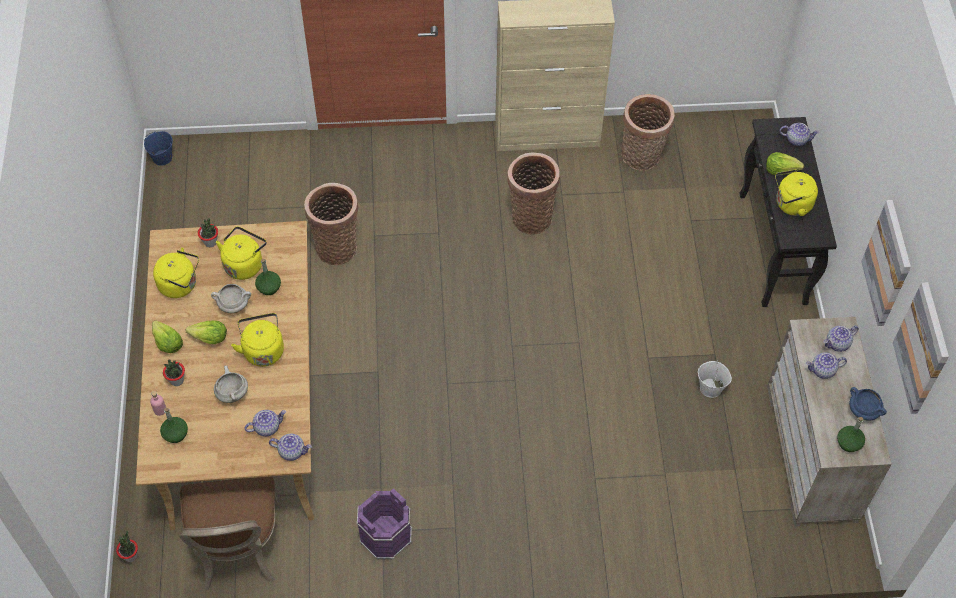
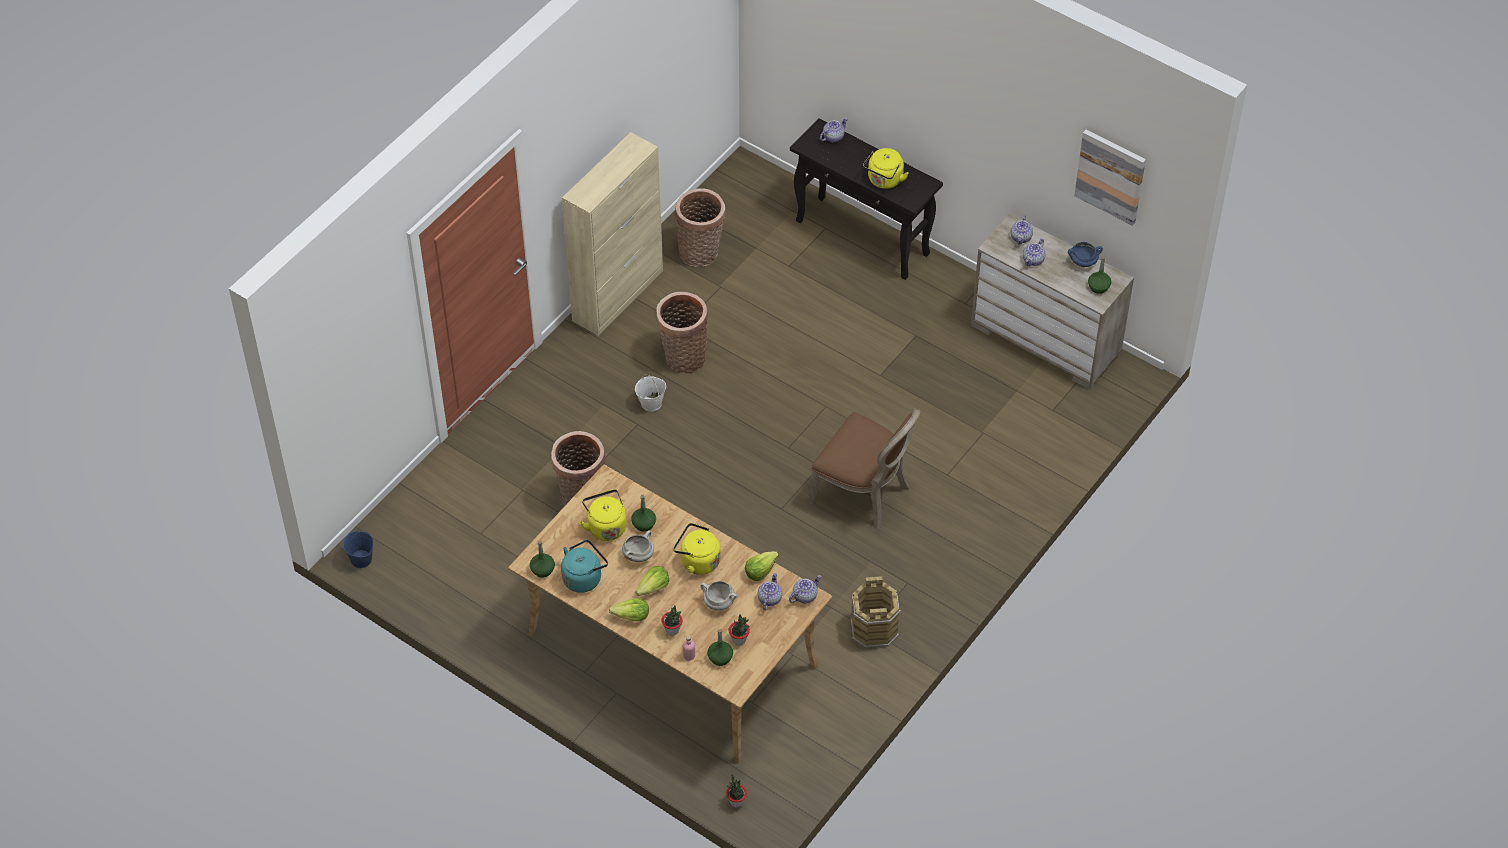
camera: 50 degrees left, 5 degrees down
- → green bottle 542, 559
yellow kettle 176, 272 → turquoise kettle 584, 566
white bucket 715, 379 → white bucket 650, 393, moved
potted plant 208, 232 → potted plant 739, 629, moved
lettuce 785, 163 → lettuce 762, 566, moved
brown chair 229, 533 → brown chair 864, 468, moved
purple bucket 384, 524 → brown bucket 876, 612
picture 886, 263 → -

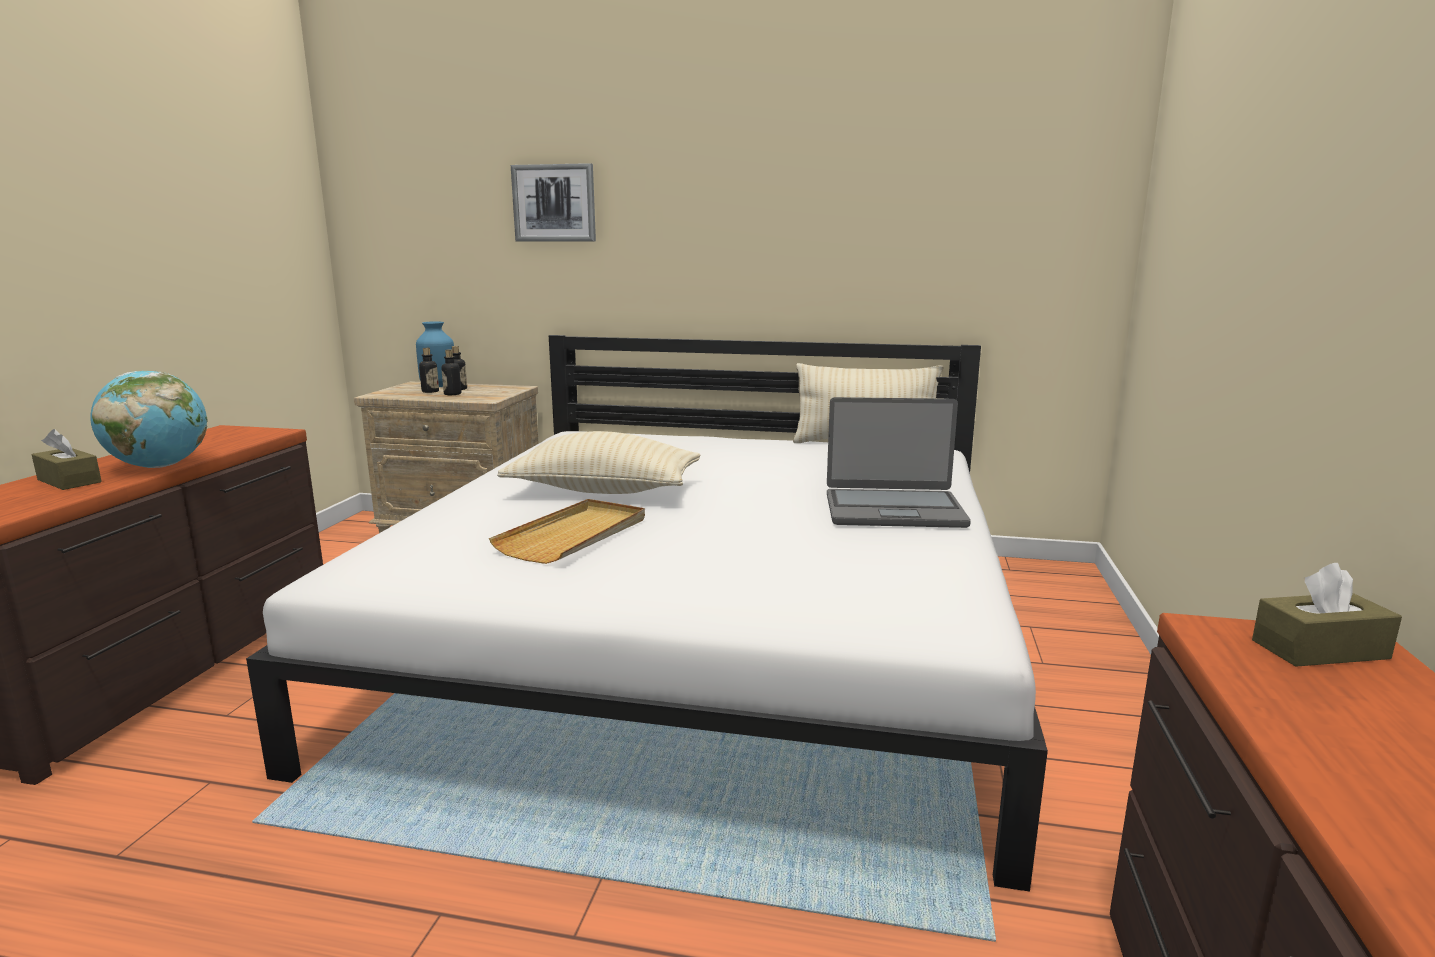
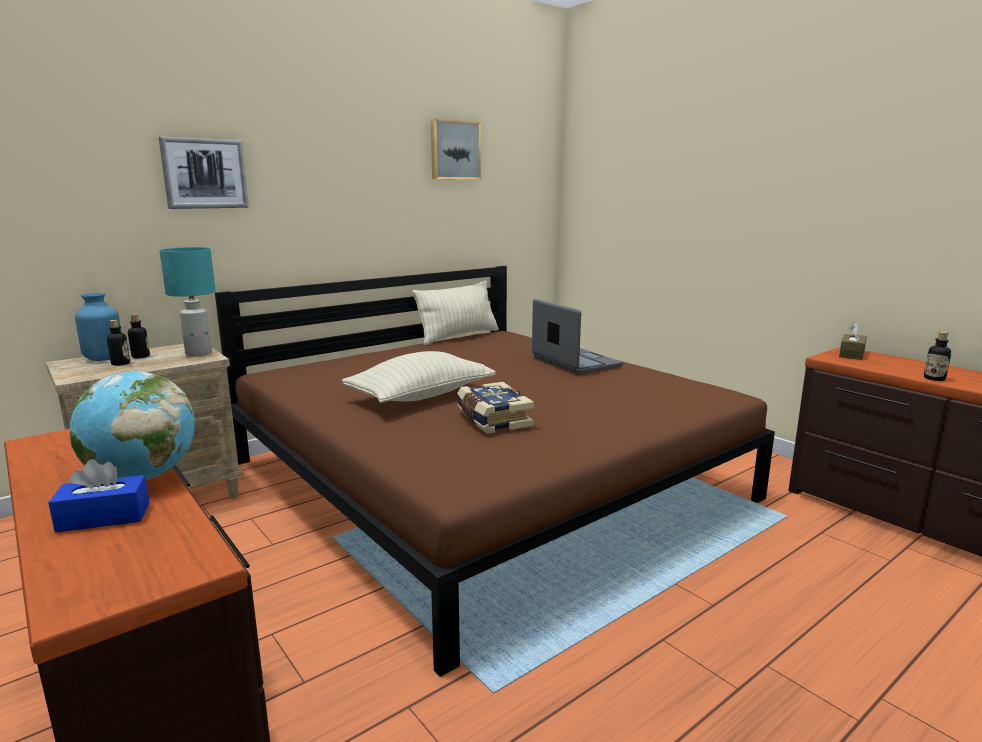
camera: 50 degrees left, 0 degrees up
brown tissue box 67, 459 → blue tissue box 99, 495
- → turquoise table lamp 187, 301
white bed 647, 613 → brown bed 495, 471
- → picture 456, 149
beige tray 567, 531 → book 495, 408
laptop 899, 462 → laptop 577, 336, 75 degrees counterclockwise
bottle 451, 372 → bottle 937, 356, moved

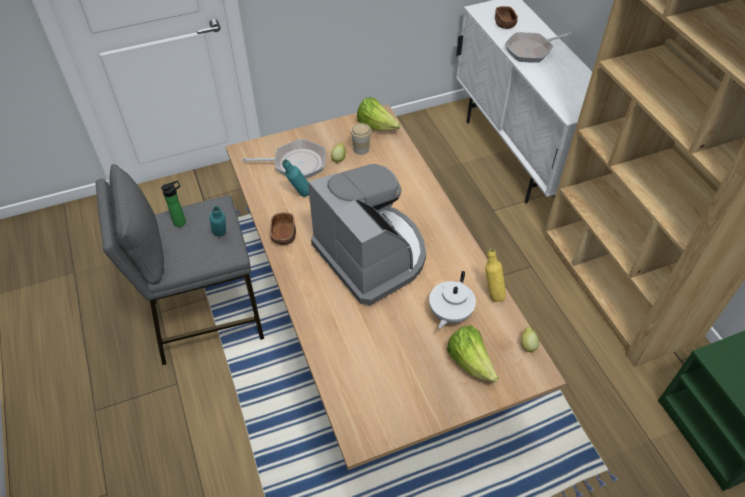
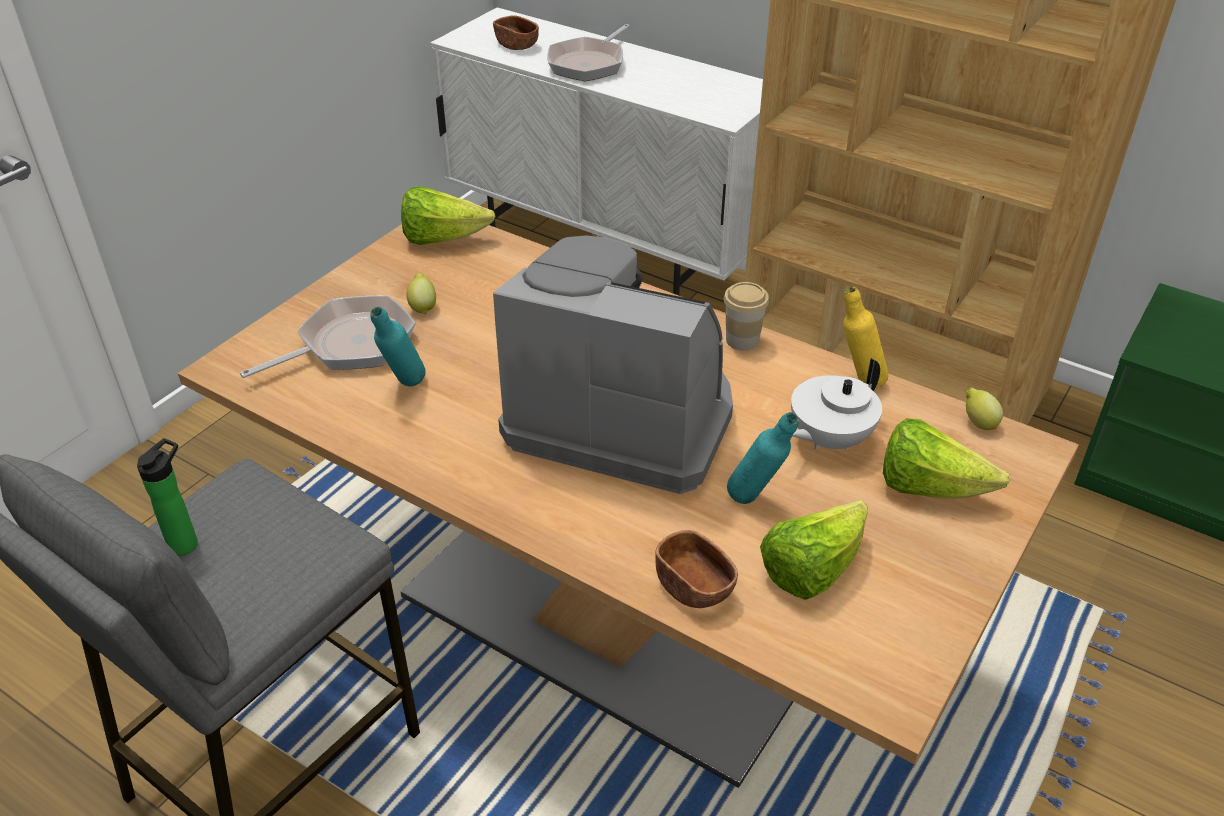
camera: 35 degrees left, 10 degrees down
brown bowl 283, 228 → brown bowl 696, 569, moved
cup 361, 139 → cup 746, 316, moved
turquoise bottle 217, 221 → turquoise bottle 763, 458, moved
- → lettuce 814, 550
white teapot 452, 299 → white teapot 836, 404, 60 degrees clockwise

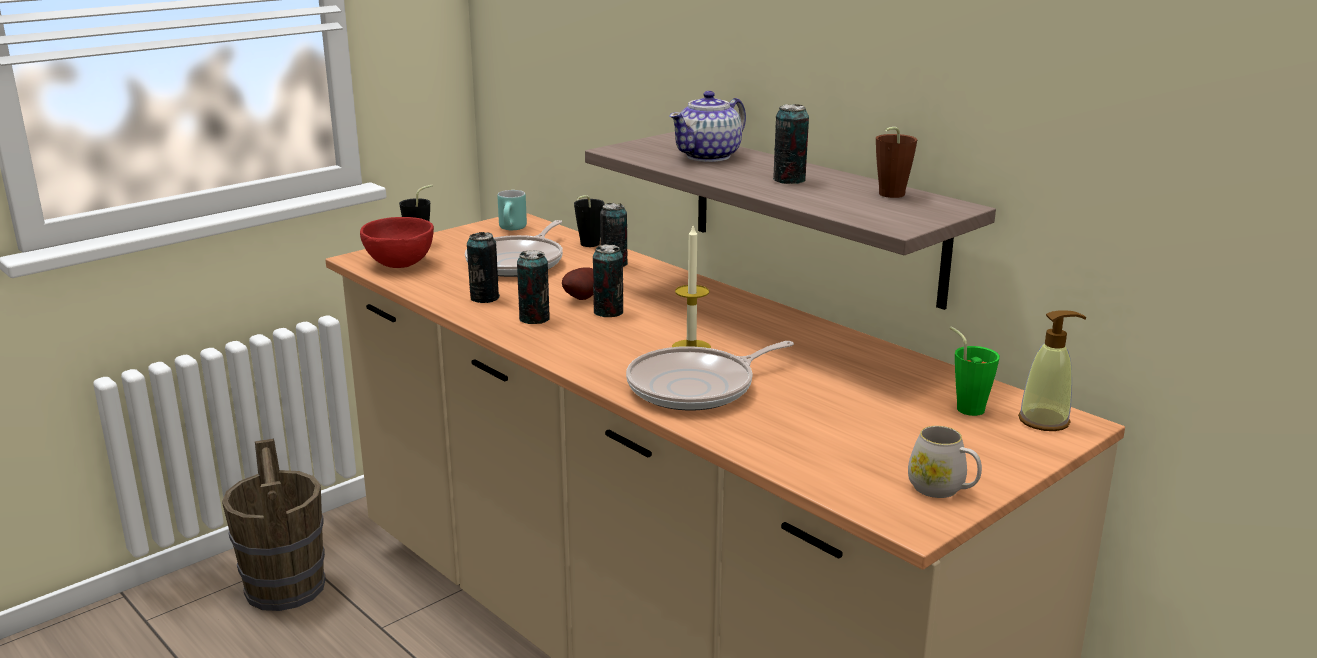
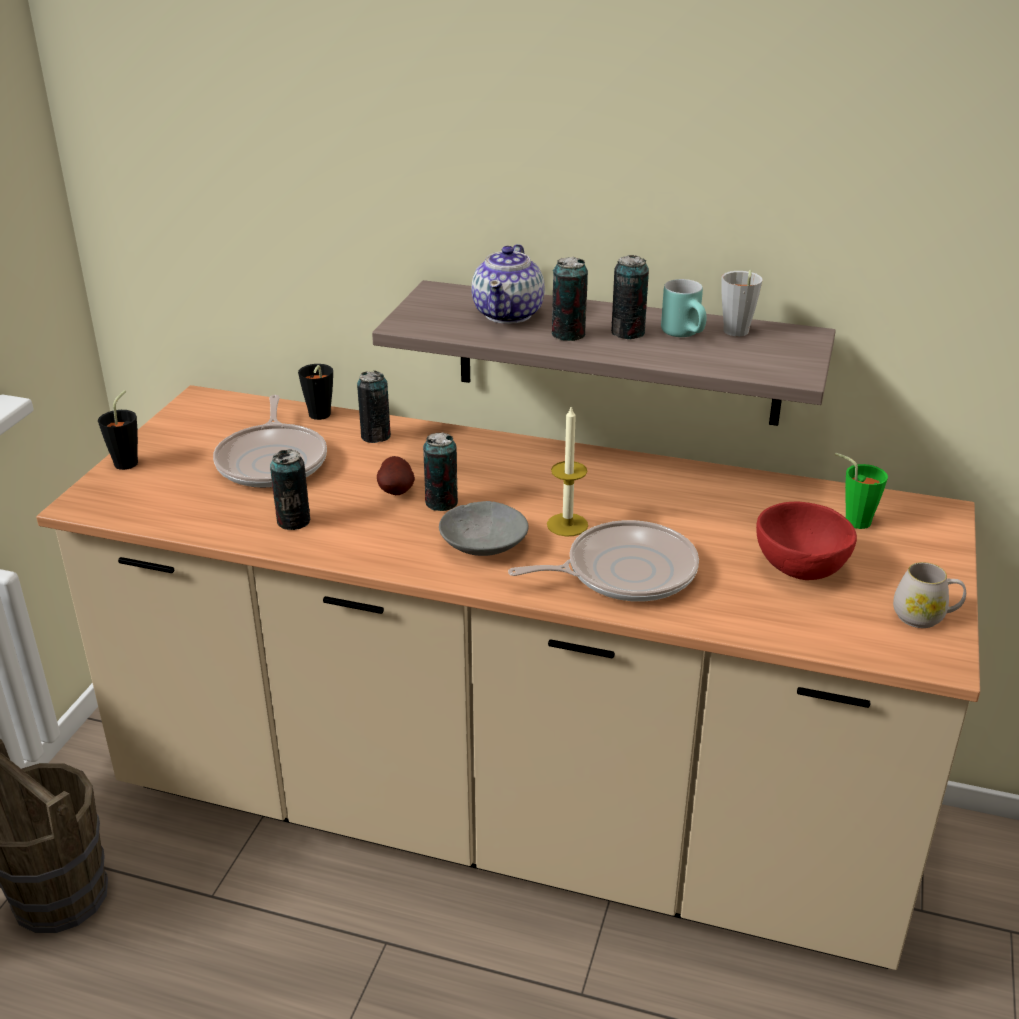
camera: 30 degrees left, 10 degrees up
- → grey bowl 484, 528
frying pan 710, 376 → frying pan 603, 561, 135 degrees counterclockwise
can 533, 287 → can 570, 299, moved
turquoise mug 512, 210 → turquoise mug 684, 308, moved
brown cup 896, 162 → grey cup 742, 303
red bowl 397, 242 → red bowl 806, 541, moved
soap dispenser 1052, 370 → -

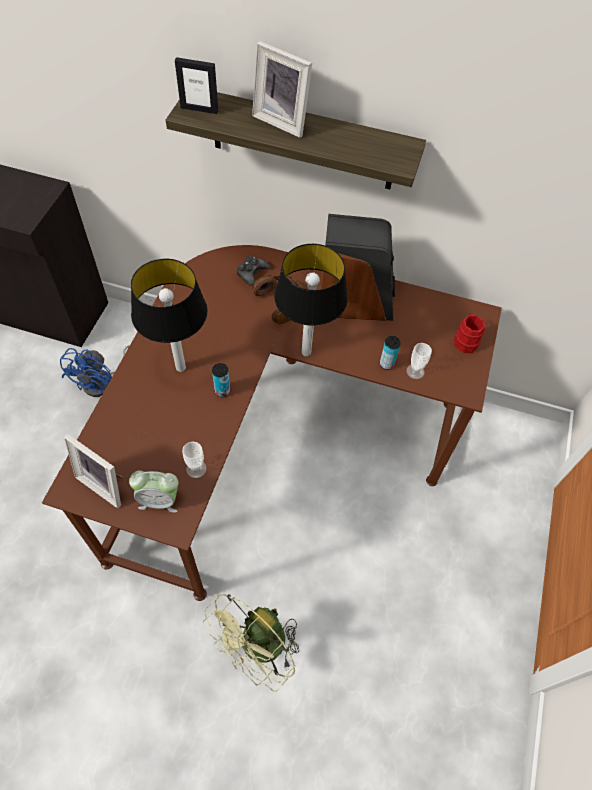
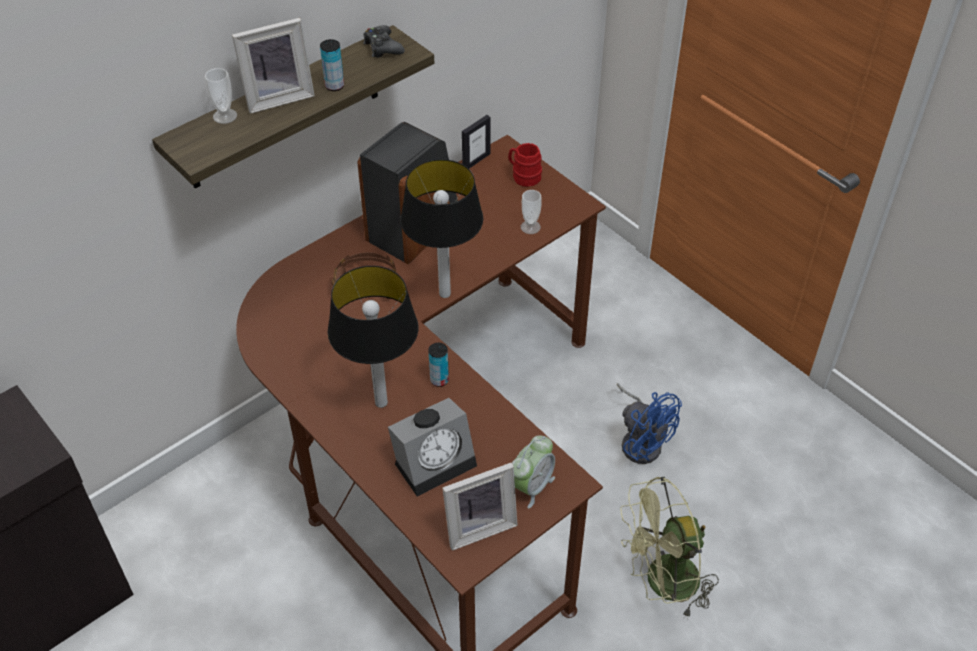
camera: 55 degrees left, 10 degrees down
cup 194, 460 → cup 221, 96, moved
can 390, 353 → can 332, 65, moved
black game controller 253, 271 → black game controller 384, 41, moved
- → alarm clock 432, 447
picture frame 196, 85 → picture frame 476, 142, moved
blue fan 95, 371 → blue fan 649, 423, moved
green fan 251, 643 → green fan 669, 548, 90 degrees clockwise

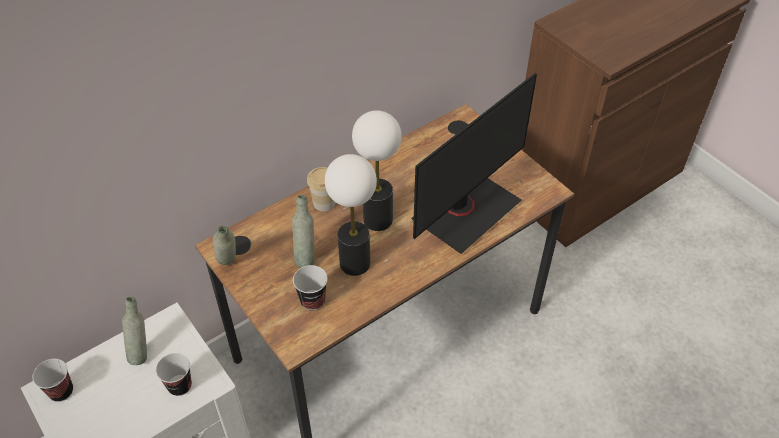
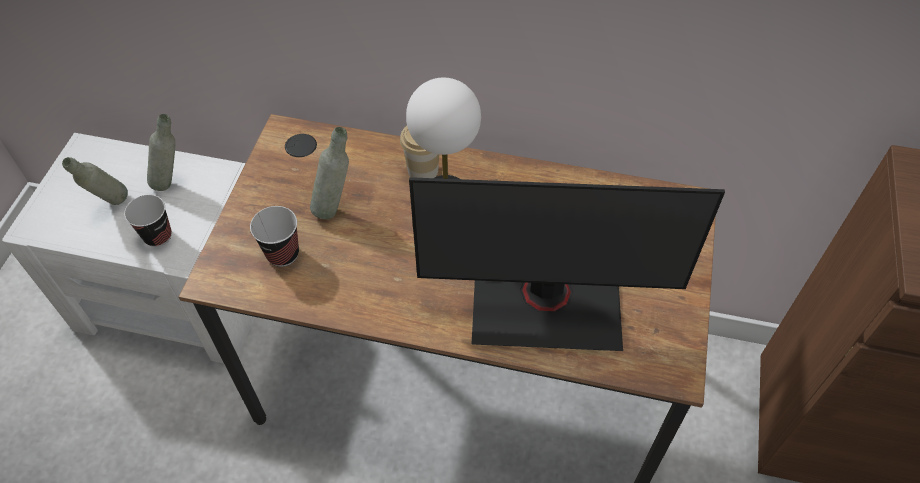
camera: 50 degrees right, 5 degrees up
grey bottle 224, 245 → grey bottle 95, 181, moved
cup 52, 380 → -
table lamp 351, 215 → -

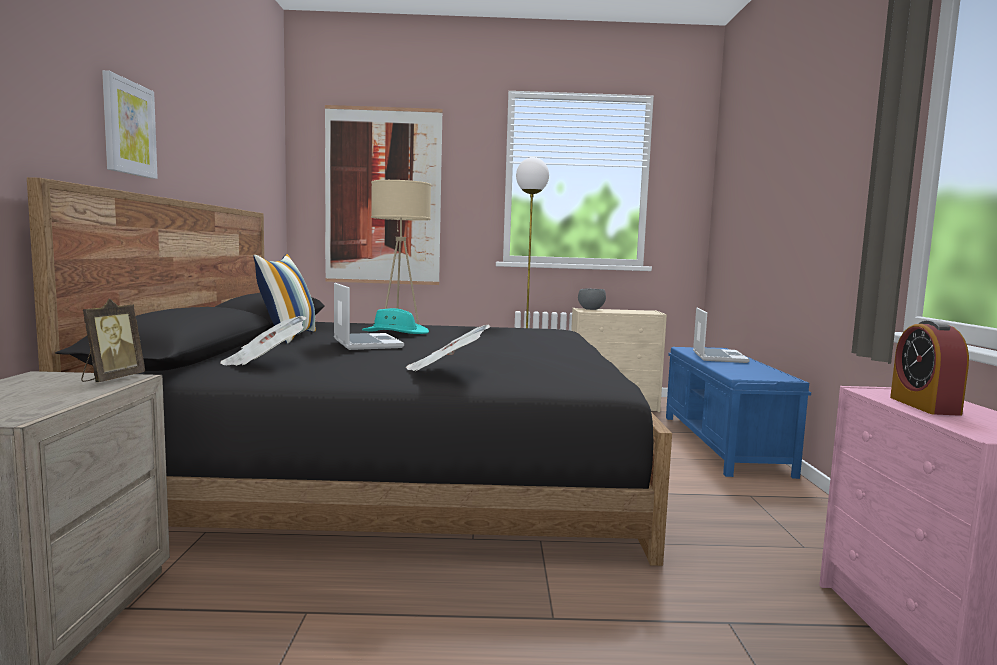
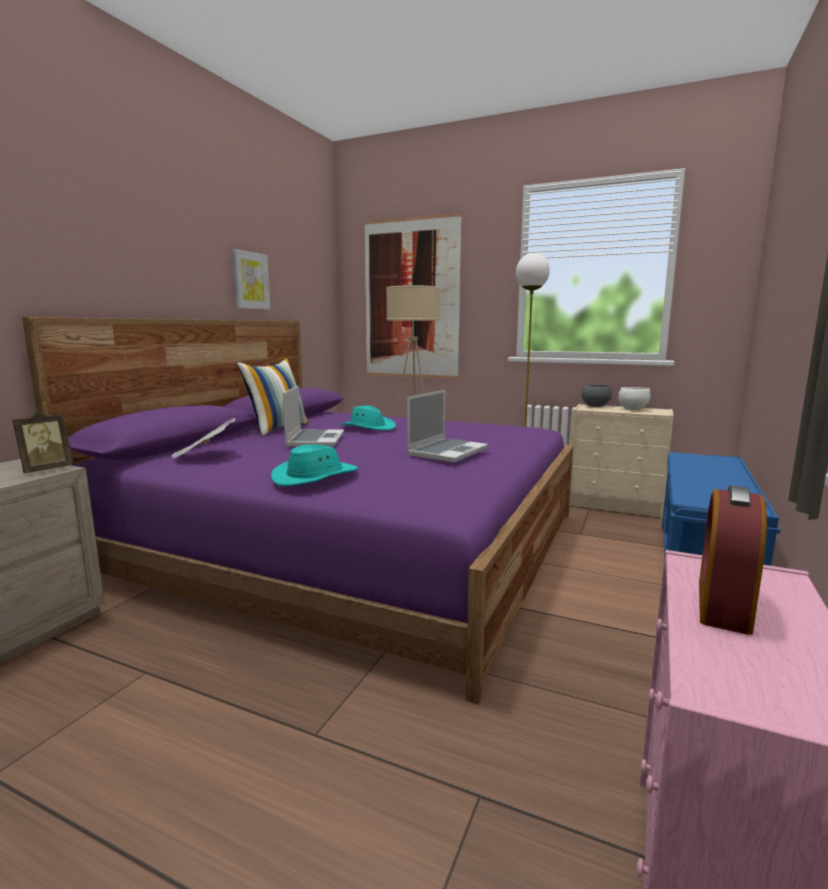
camera: 25 degrees right, 5 degrees up
black bed 349, 371 → purple bed 297, 511
picture 130, 124 → picture 251, 279, moved
newspaper 448, 348 → turquoise hat 314, 465
laptop 721, 335 → laptop 447, 426, moved
- → white bowl 634, 398

